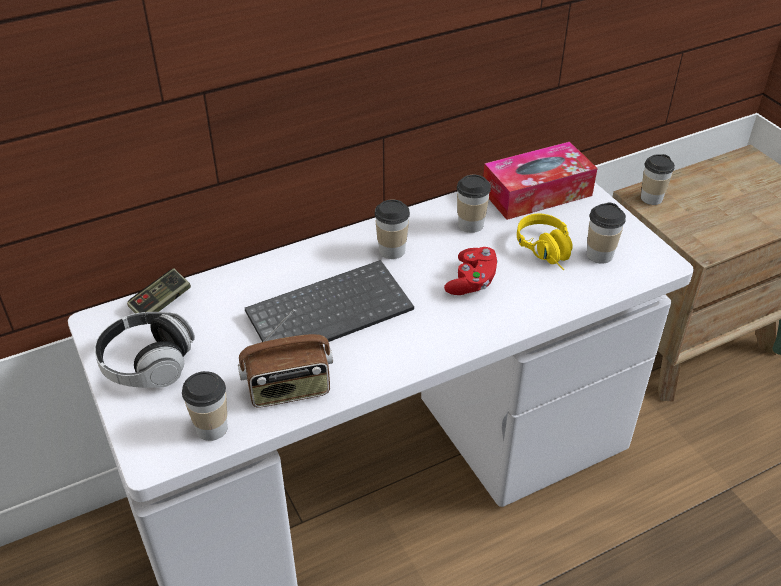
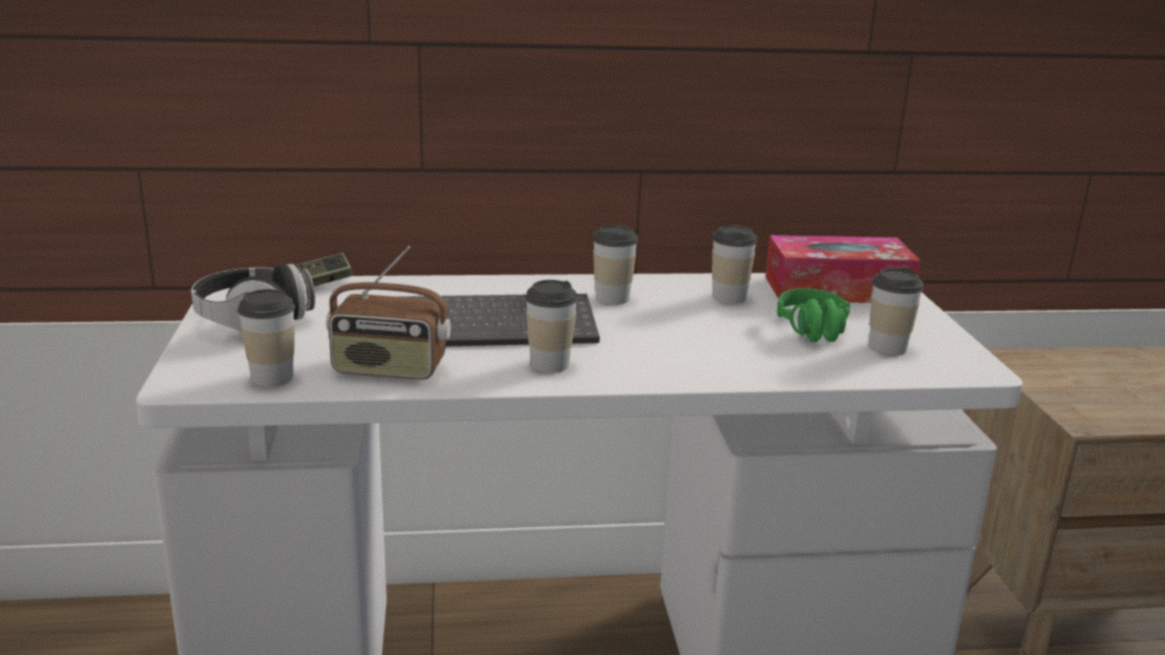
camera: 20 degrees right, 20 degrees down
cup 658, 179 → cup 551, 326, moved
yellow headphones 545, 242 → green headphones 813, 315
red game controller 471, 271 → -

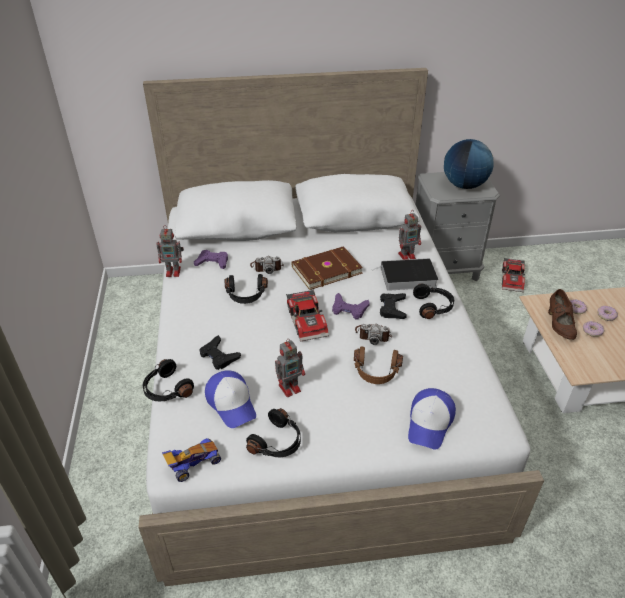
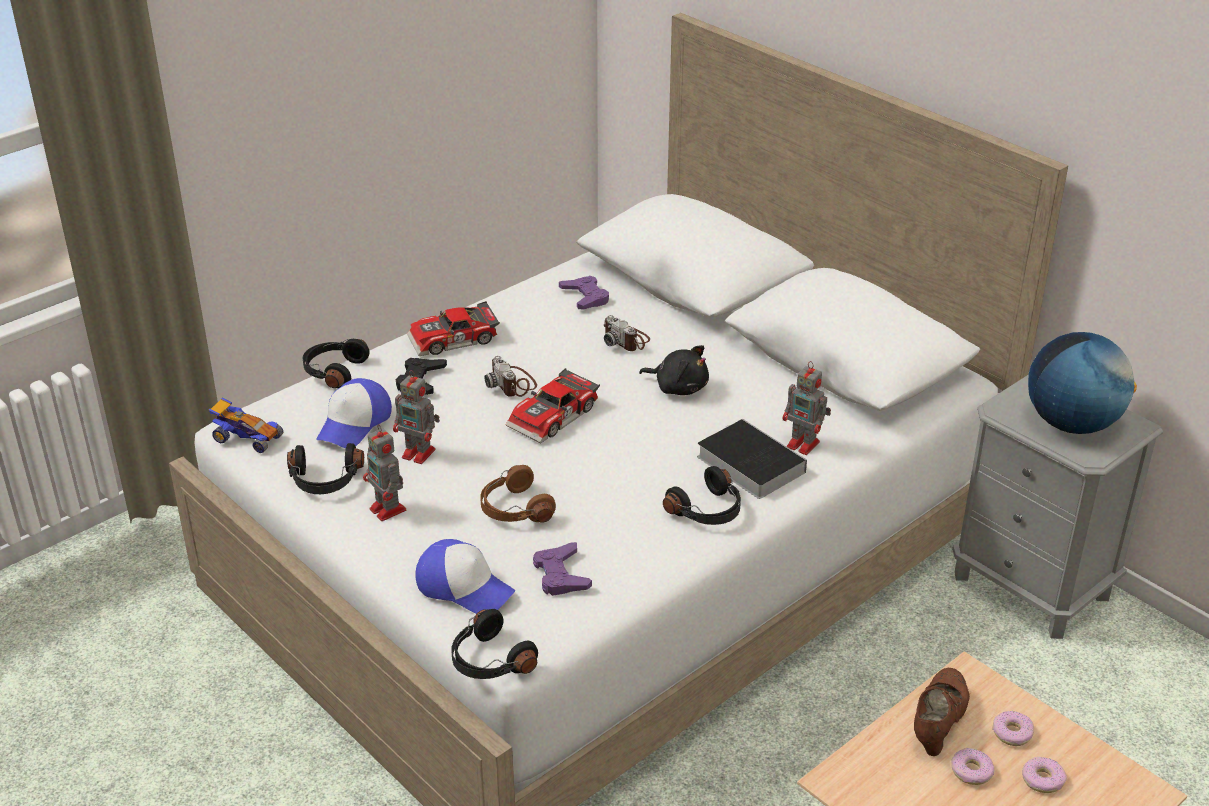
camera: 55 degrees right, 5 degrees down
toy robot 170, 251 → toy robot 384, 472, moved
toy car 513, 275 → toy car 453, 328, moved
cap 432, 419 → cap 465, 576, 135 degrees counterclockwise
black headphones 246, 289 → black headphones 495, 644, moved
photo camera 373, 334 → photo camera 510, 376, moved
purple game controller 351, 306 → purple game controller 562, 569, moved
brown book 327, 268 → black plush toy 674, 370
brown shoe 562, 314 → brown shoe 942, 712, 150 degrees clockwise
black game controller 393, 306 → -

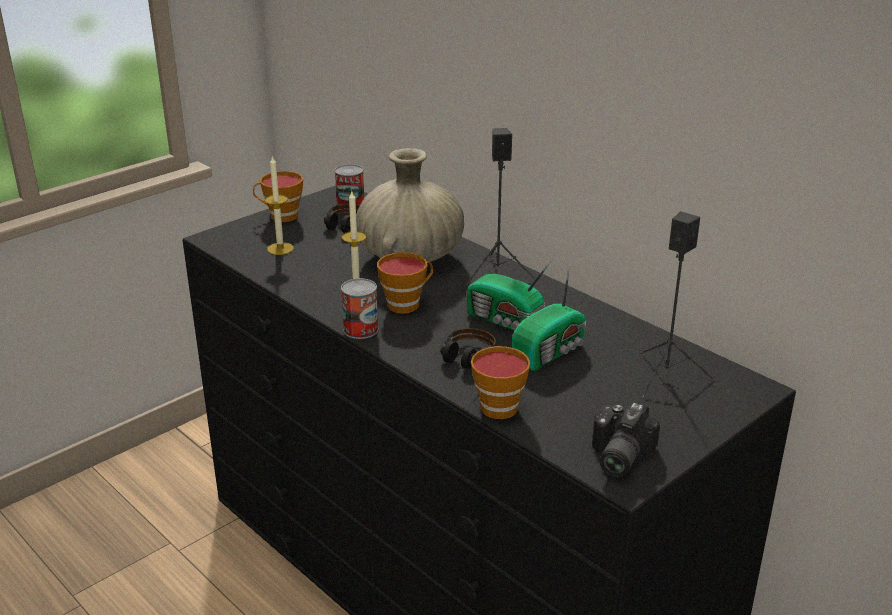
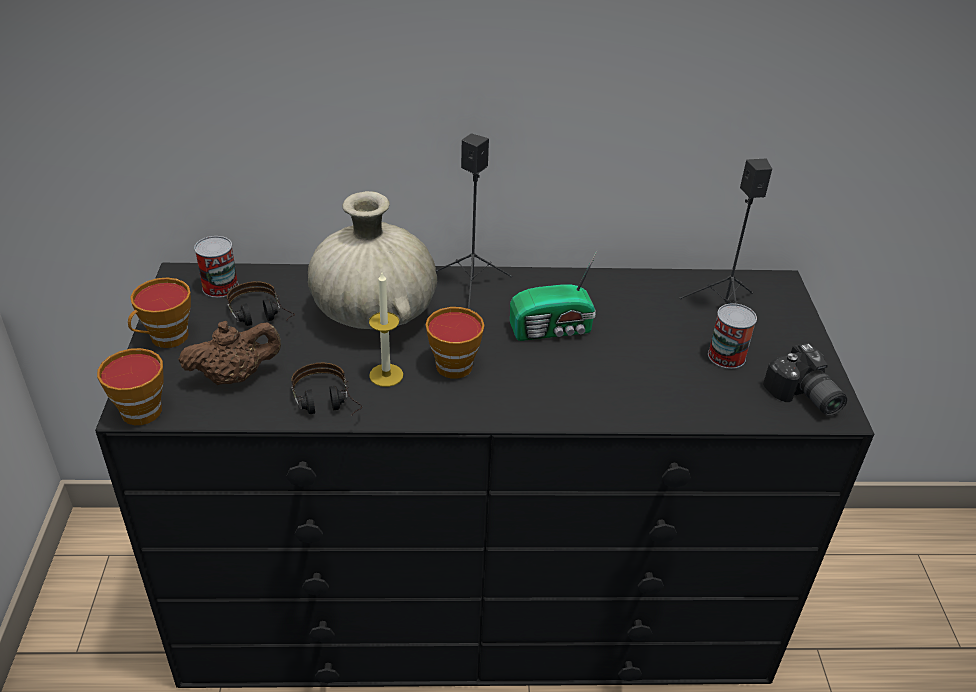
camera: 50 degrees left, 10 degrees up
cup 501, 382 → cup 130, 386, moved
candle 279, 205 → brown teapot 229, 353
headphones 468, 349 → headphones 326, 389, moved
can 360, 308 → can 732, 336, moved
radio 549, 316 → -

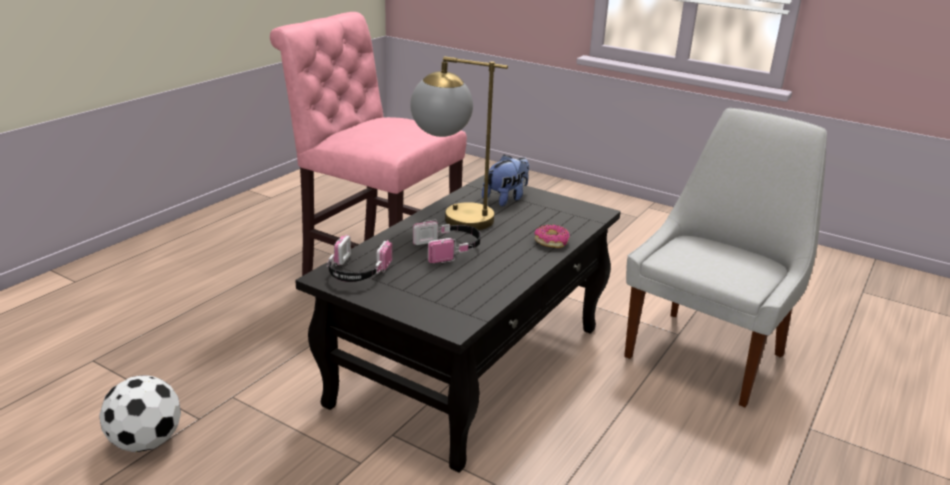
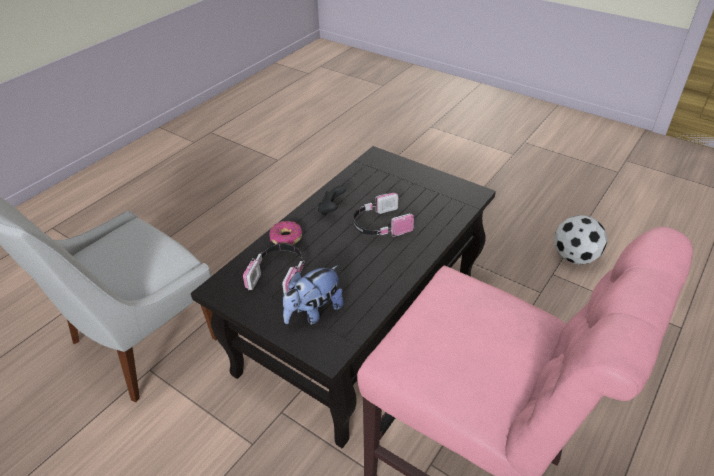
camera: 175 degrees left, 15 degrees up
headphones 359, 258 → headphones 274, 268, moved
- → black game controller 332, 200
table lamp 459, 143 → -

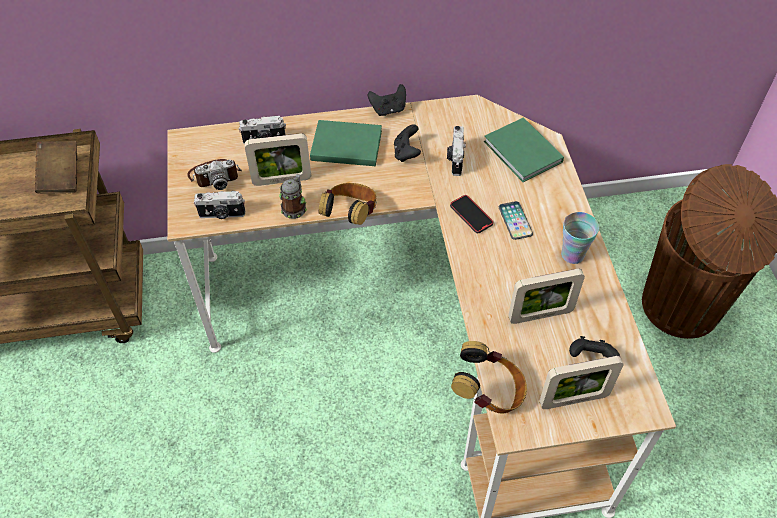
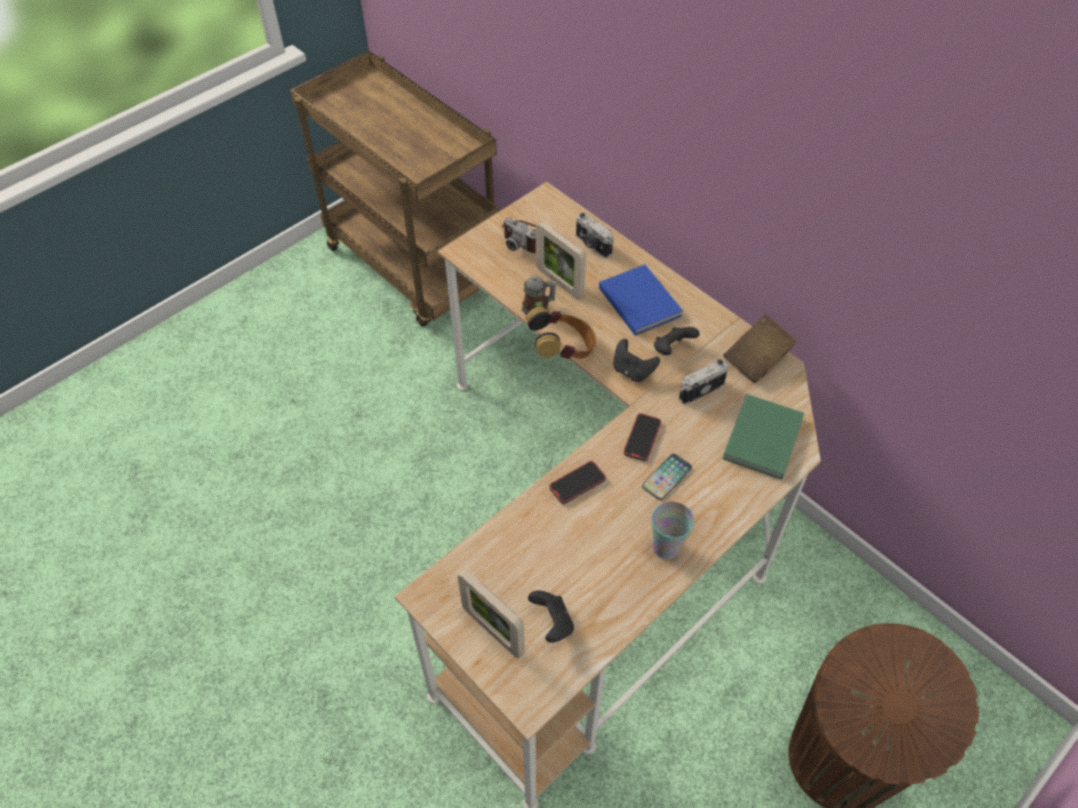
camera: 55 degrees right, 0 degrees up
- → phone 577, 482
green book 346, 143 → blue book 641, 300
black game controller 387, 100 → black game controller 636, 360, moved
brown book 56, 167 → brown book 760, 349, moved
photo camera 219, 205 → -
headphones 489, 377 → -
picture frame 546, 296 → -

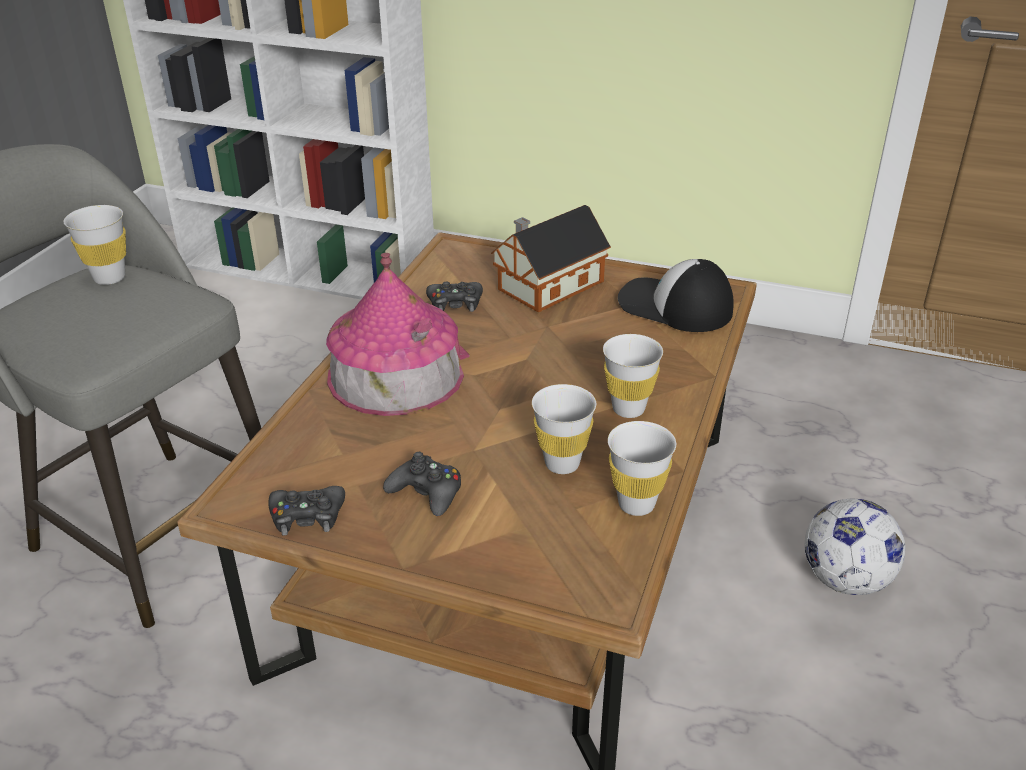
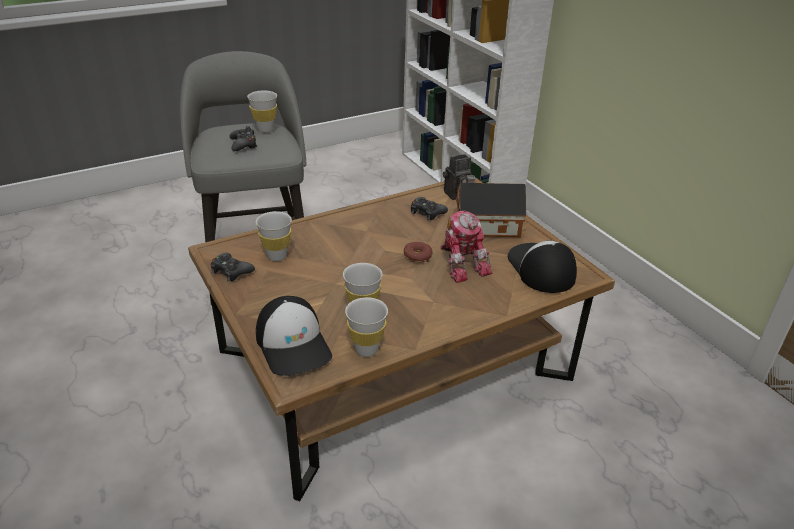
camera: 40 degrees right, 0 degrees up
black game controller 422, 484 → black game controller 243, 138, moved
white cup 633, 376 → white cup 274, 236, moved
- → cap 294, 336
- → donut 418, 252
- → toy robot 466, 247
- → photo camera 457, 177
toy house 398, 334 → -
football 854, 546 → -

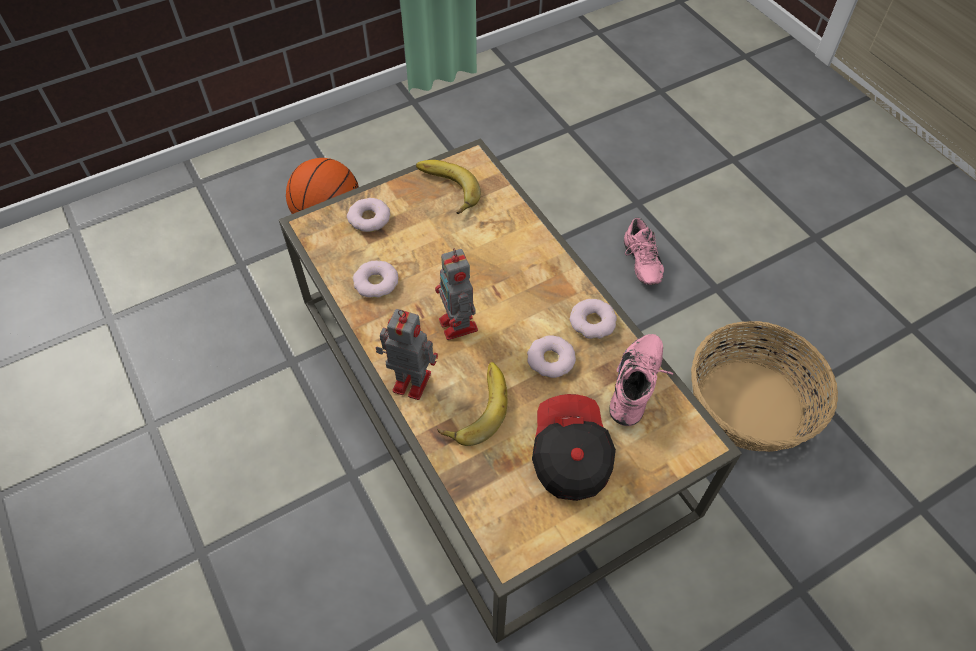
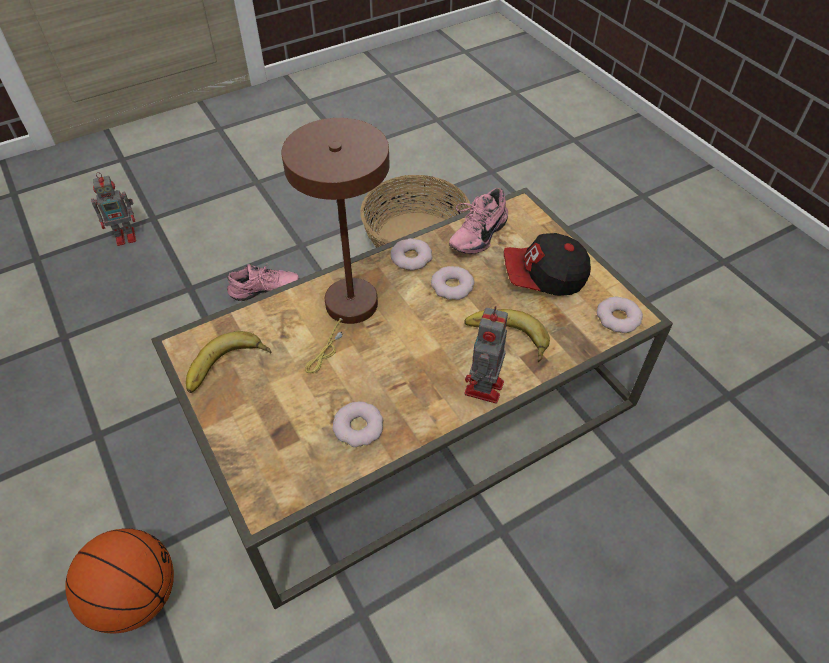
camera: 90 degrees left, 5 degrees down
toy robot 456, 294 → toy robot 113, 209, moved
- → brown table lamp 335, 245
pink shoe 641, 380 → pink shoe 478, 221, 75 degrees counterclockwise
donut 368, 215 → donut 620, 315, moved

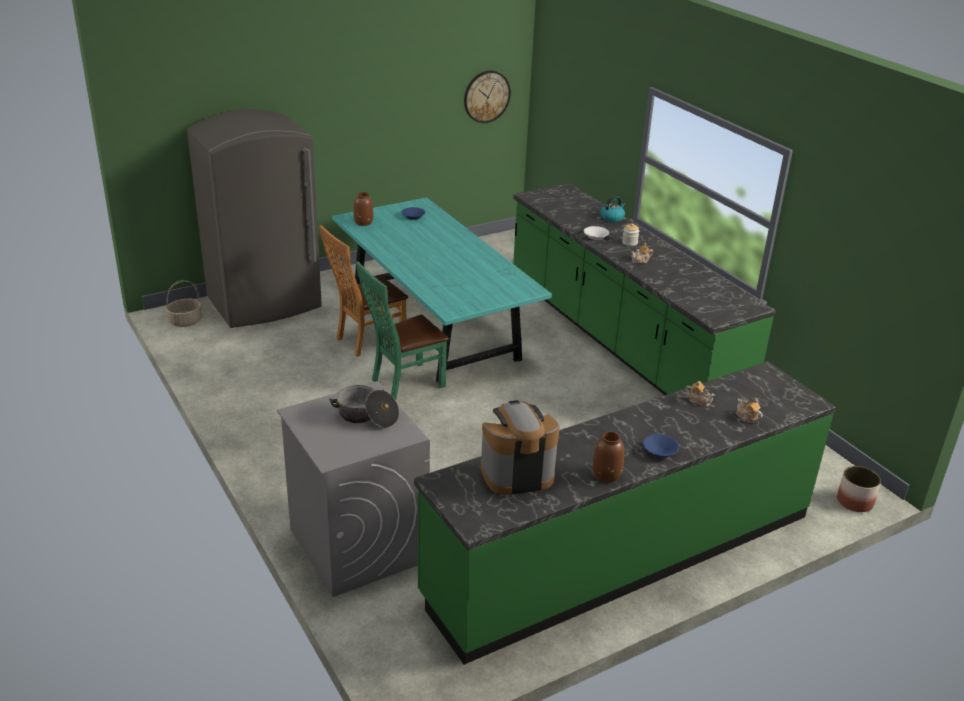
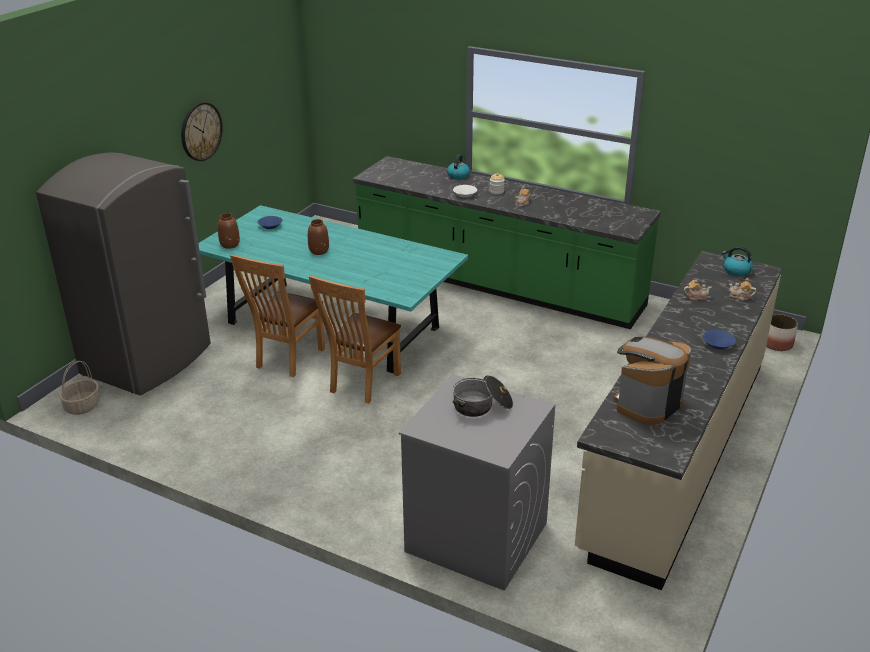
camera: 30 degrees left, 0 degrees up
wall clock 487, 97 → wall clock 202, 131, moved
brown vase 608, 457 → brown vase 318, 237, moved
green chair 402, 330 → brown chair 355, 339
green counter 625, 513 → beige counter 678, 420
- → kettle 737, 261

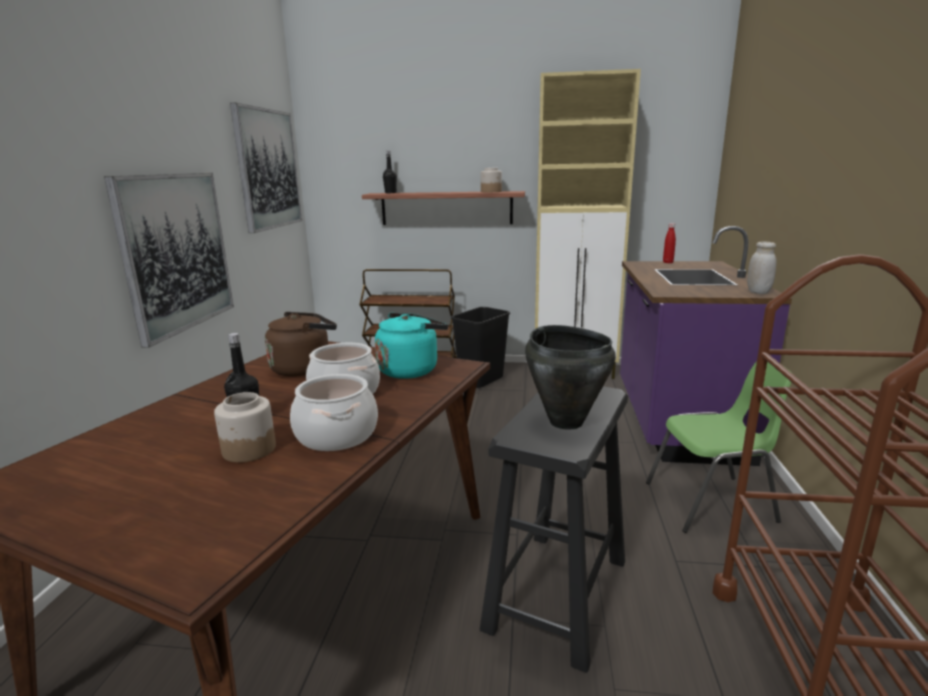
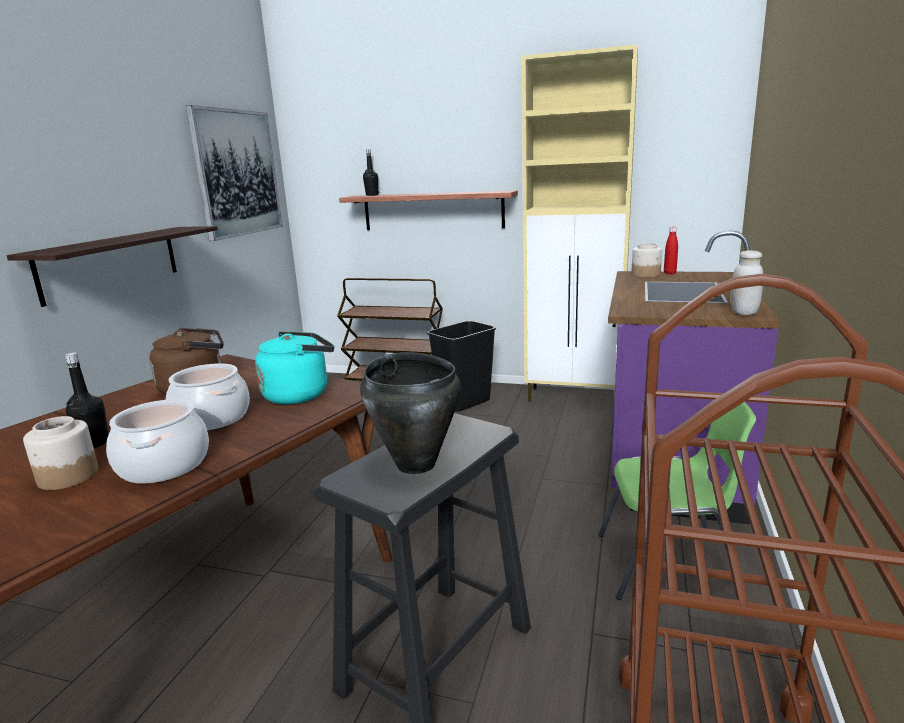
camera: 10 degrees right, 0 degrees up
picture 169, 260 → shelf 112, 266
jar 491, 180 → jar 646, 260, moved

